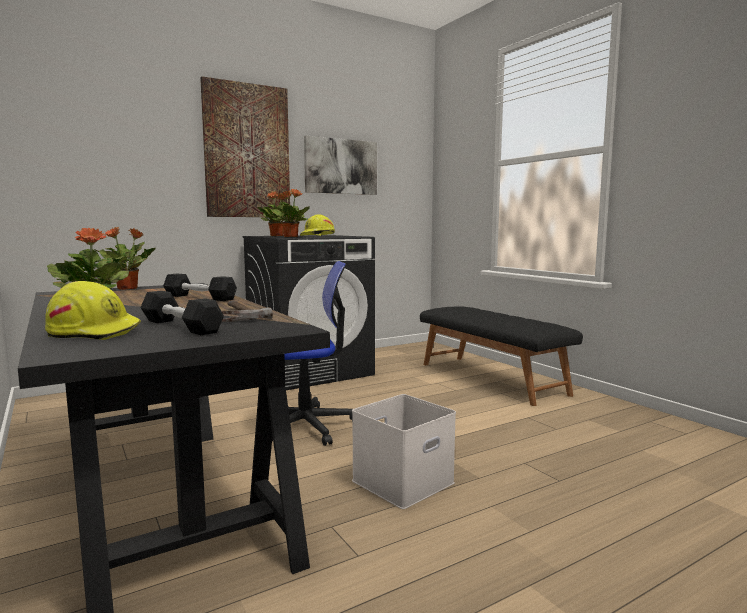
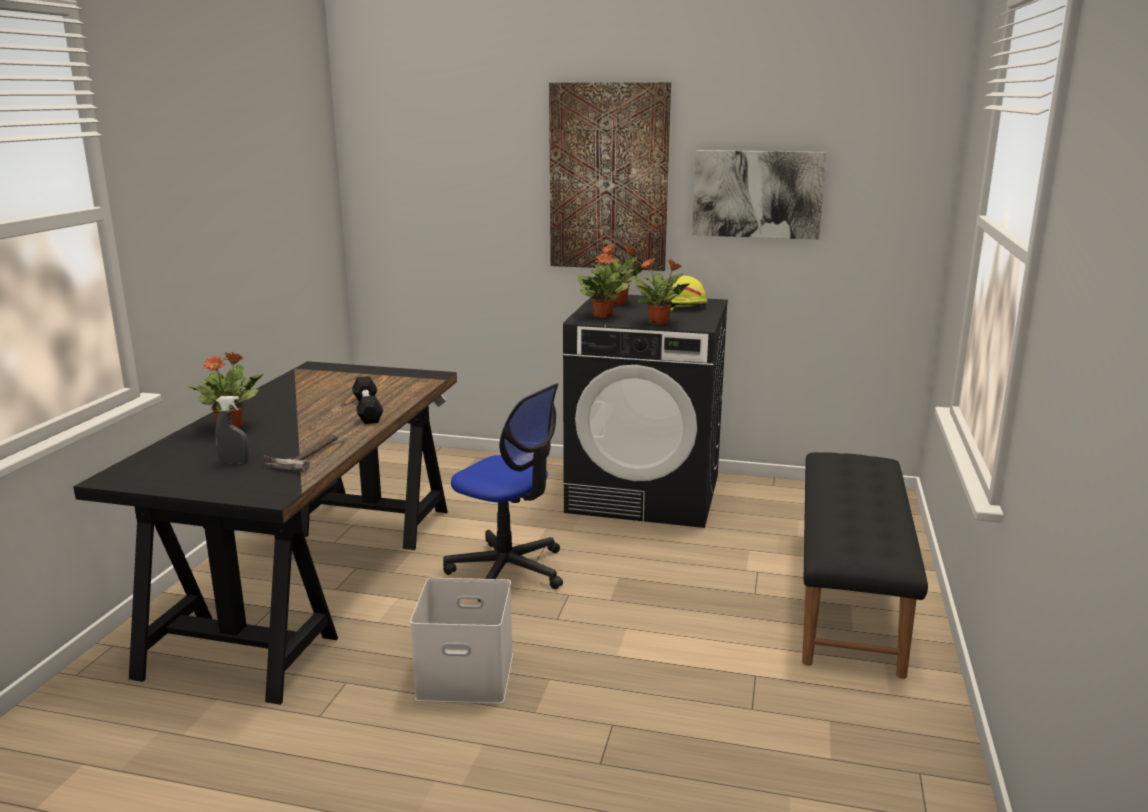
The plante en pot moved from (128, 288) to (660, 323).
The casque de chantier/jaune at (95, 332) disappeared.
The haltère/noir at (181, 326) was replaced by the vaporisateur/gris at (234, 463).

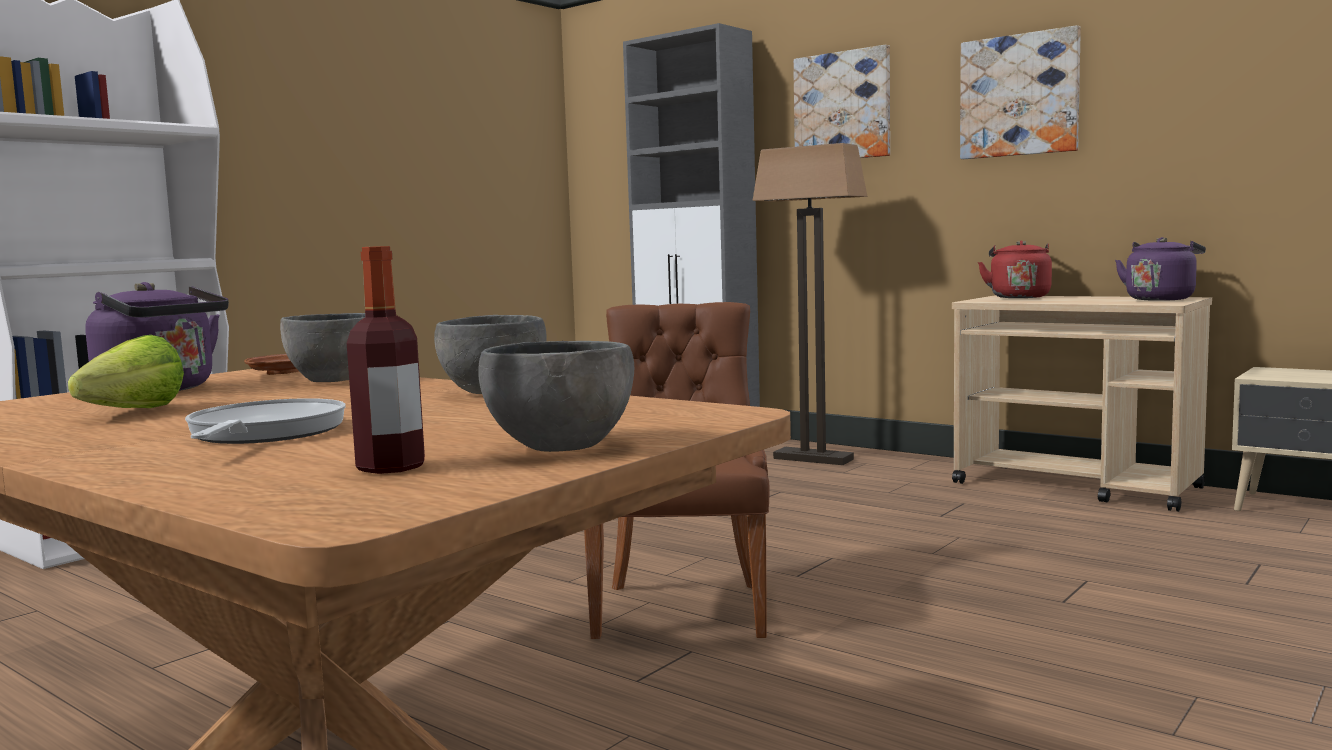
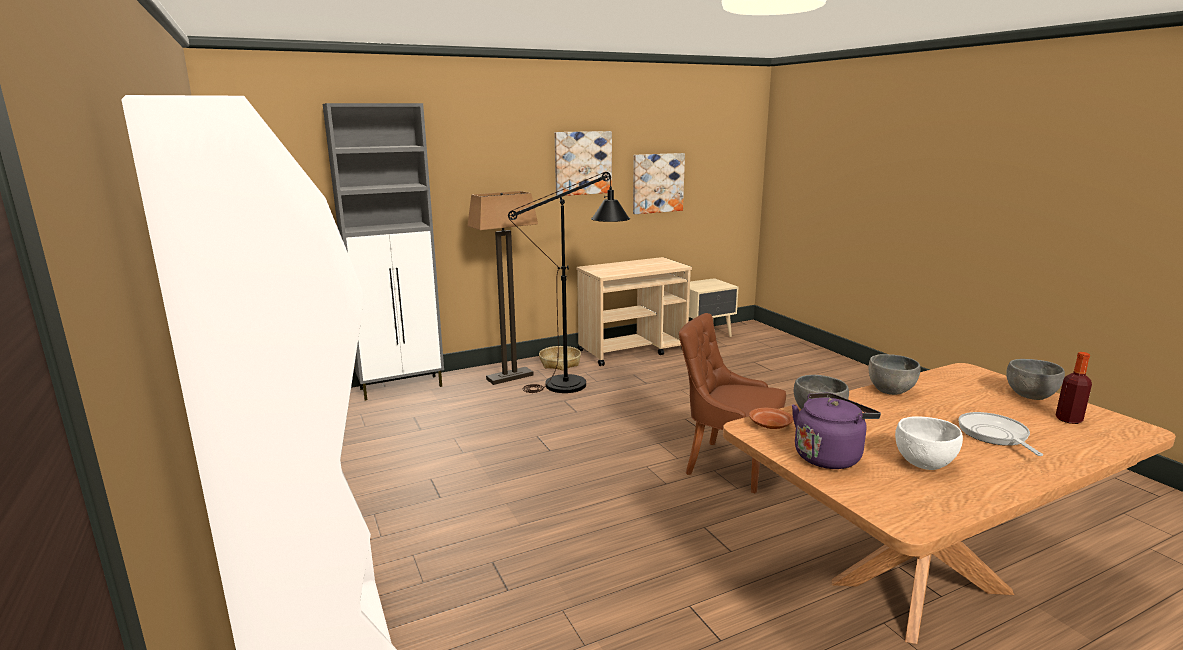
The tableau moved from (842, 106) to (657, 183).
The bouilloire/violet at (1160, 299) disappeared.
The bouilloire/rouge at (1018, 297) disappeared.
The laitue at (123, 414) was replaced by the bol/blanc at (923, 463).
The poêle at (263, 433) turned 60 degrees clockwise.
The lampadaire/noir at (577, 383) appeared.
The panier at (560, 363) appeared.

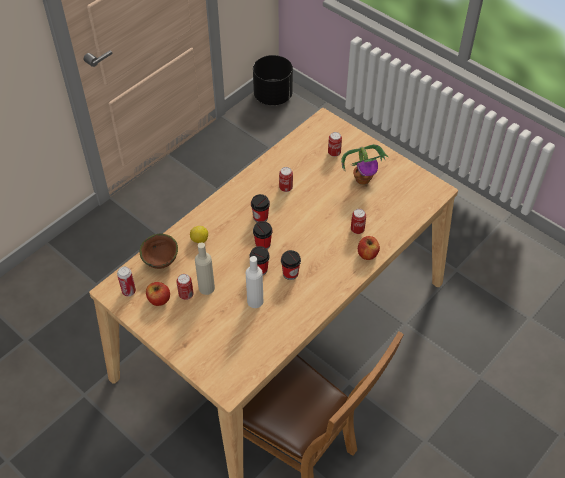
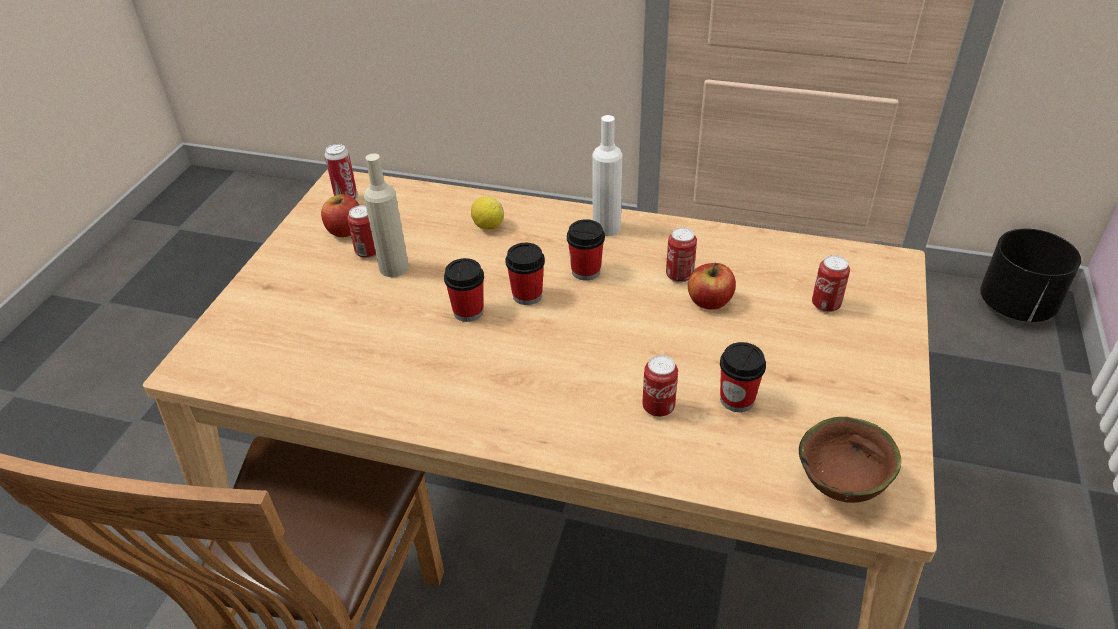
The plante en pot at (363, 179) disappeared.
The bol/marron moved from (162, 261) to (842, 487).
The pomme moved from (367, 254) to (710, 301).
The tasse moved from (290, 273) to (737, 399).
The bouteille/blanc moved from (255, 301) to (606, 227).

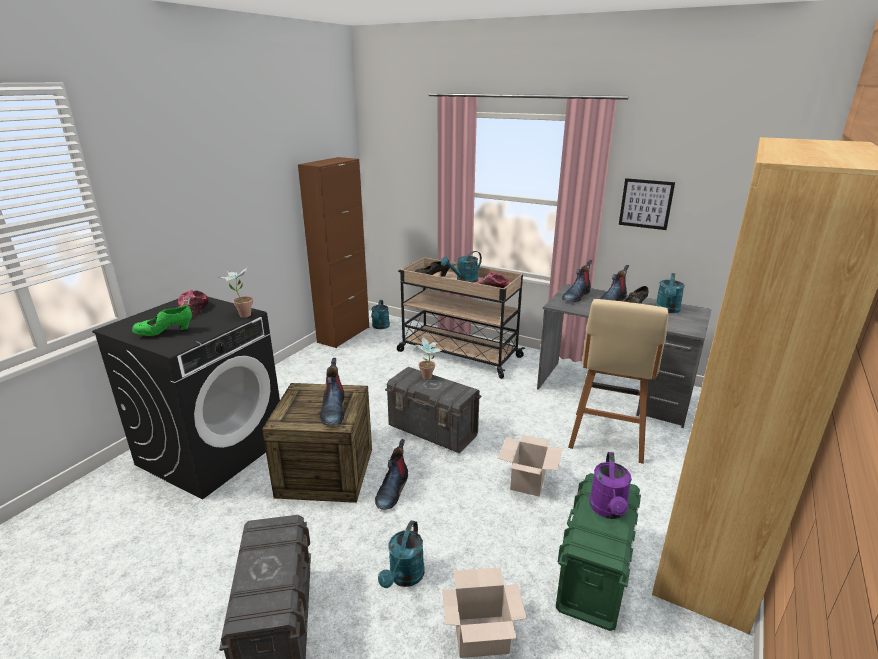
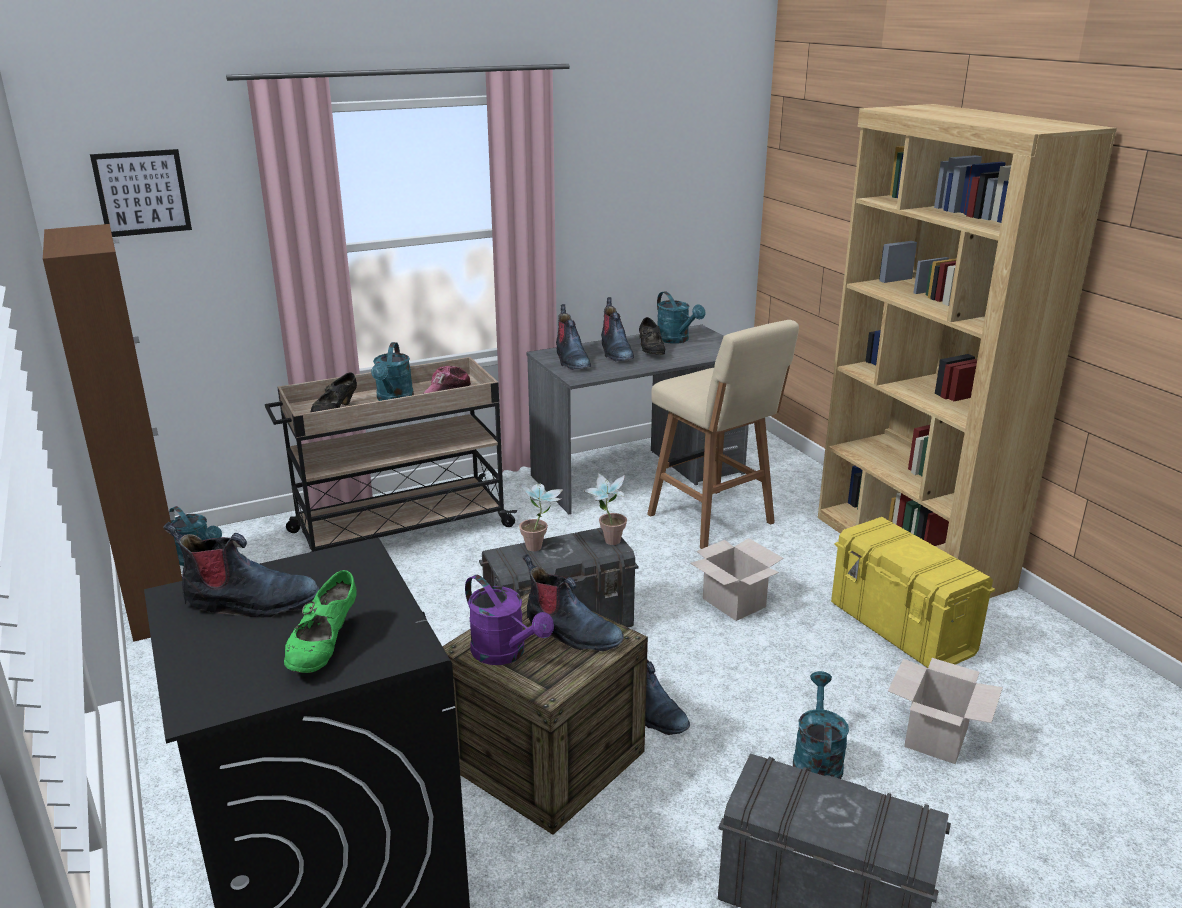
The tableau moved from (646, 204) to (142, 193).
The plante en pot moved from (242, 314) to (607, 542).
The casquette at (192, 310) was replaced by the botte at (249, 603).
The arrosoir/violet moved from (608, 511) to (505, 653).
The boîte de rangement/vert at (594, 573) became the boîte de rangement/jaune at (901, 629).
The arrosoir/turquoise at (404, 577) turned 135 degrees counterclockwise.

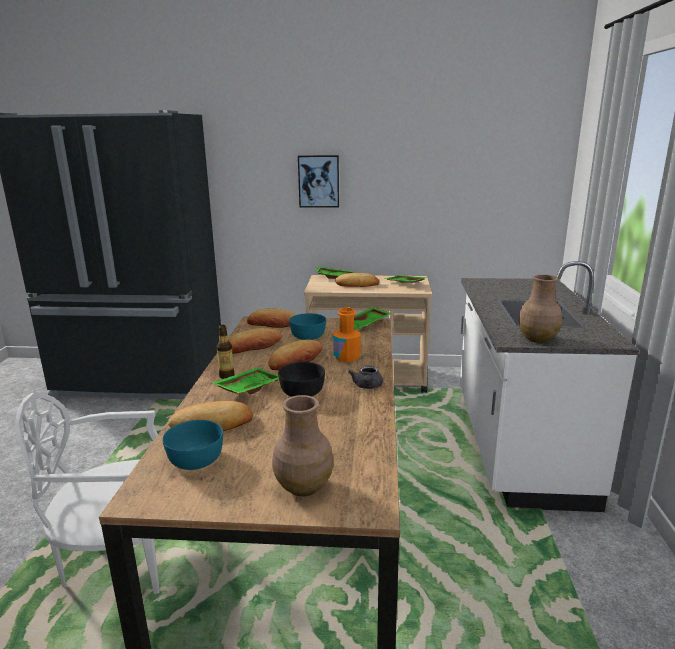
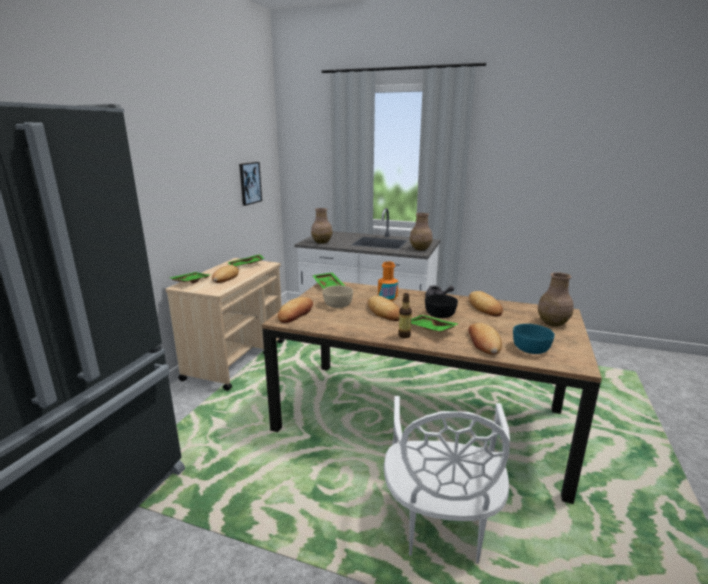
The tableau moved from (319, 181) to (249, 183).
The bol/turquoise at (307, 336) became the bol/beige at (337, 304).
The pain moved from (253, 346) to (484, 307).
The vase/marron at (321, 242) appeared.

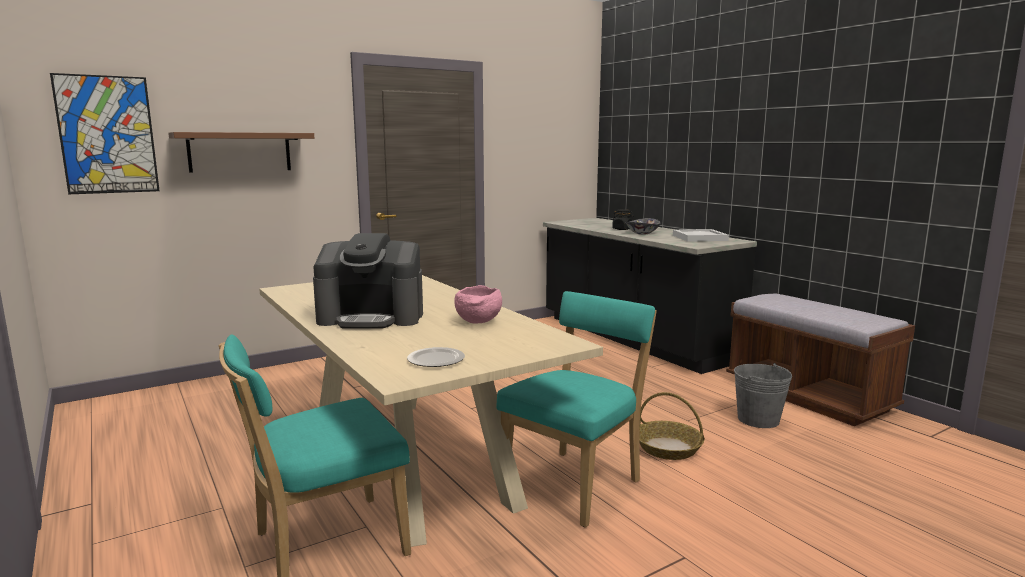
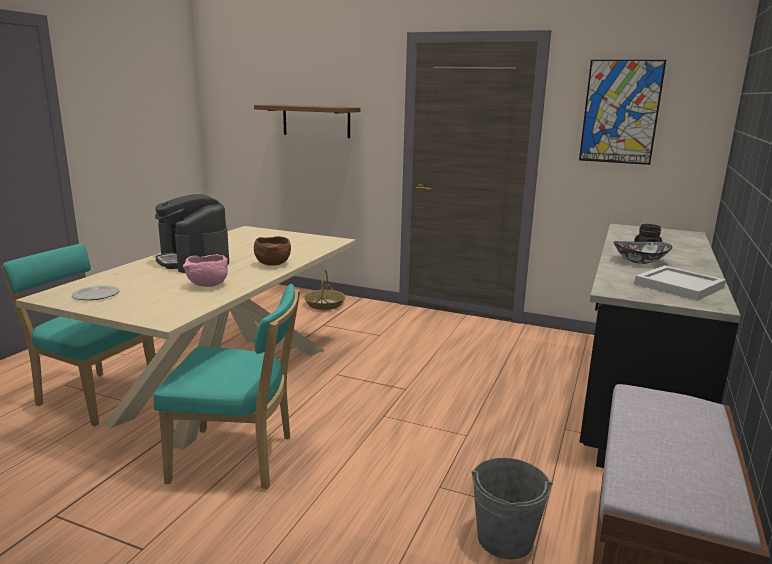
The tableau moved from (107, 135) to (620, 112).
The panier moved from (668, 448) to (324, 304).
The bol/marron at (272, 264) appeared.

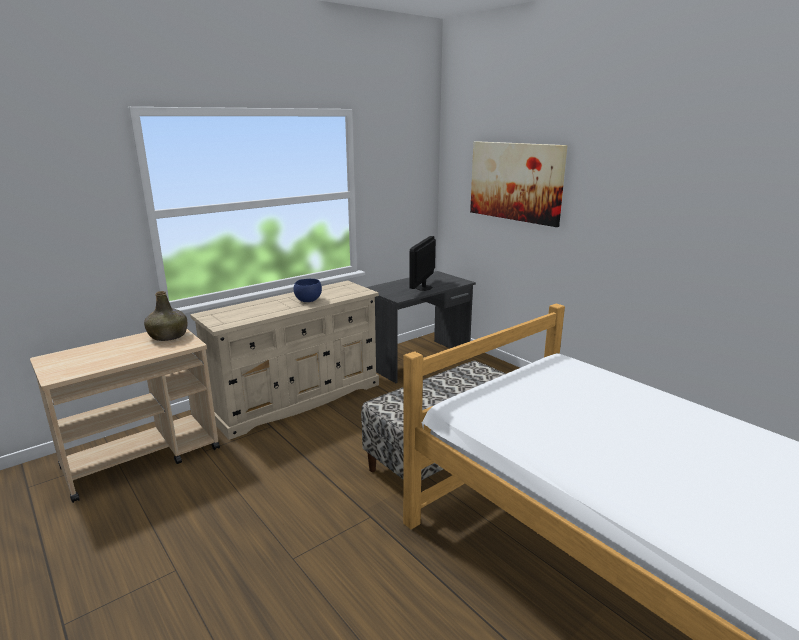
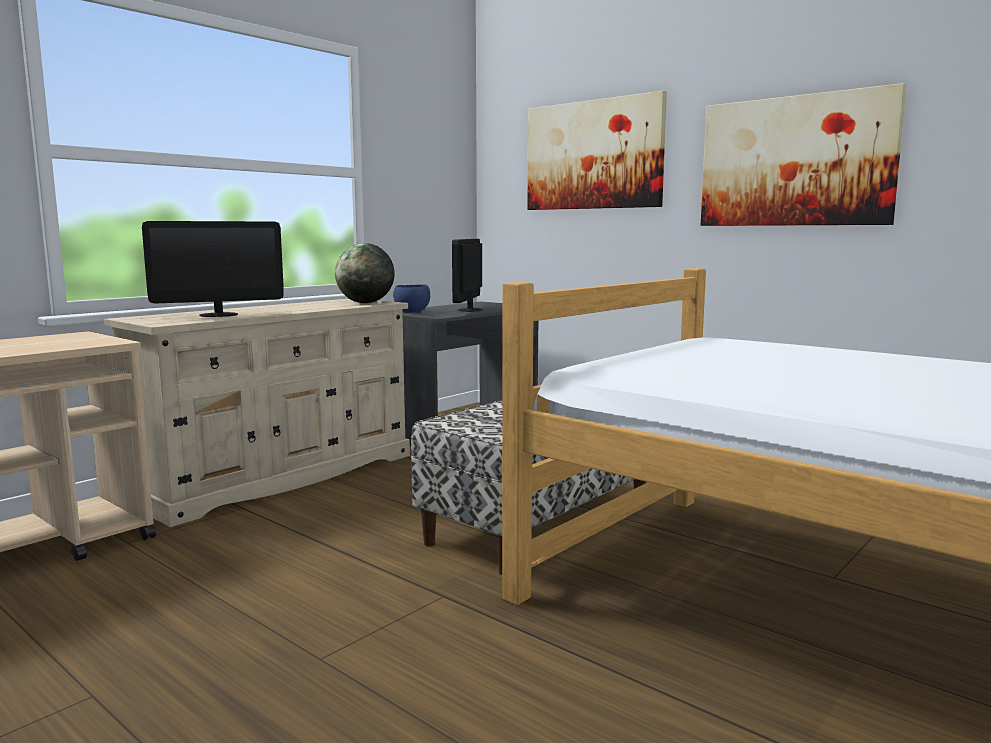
The bol/bleu moved from (308, 300) to (412, 312).
The bouteille/vert at (168, 336) disappeared.
The tableau at (795, 161) appeared.
The écran d'ordinateur at (218, 315) appeared.
The globe at (365, 303) appeared.

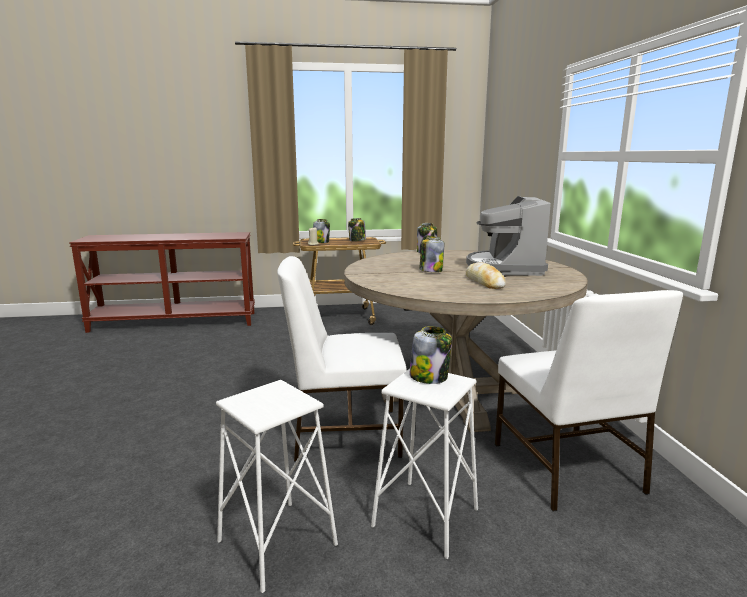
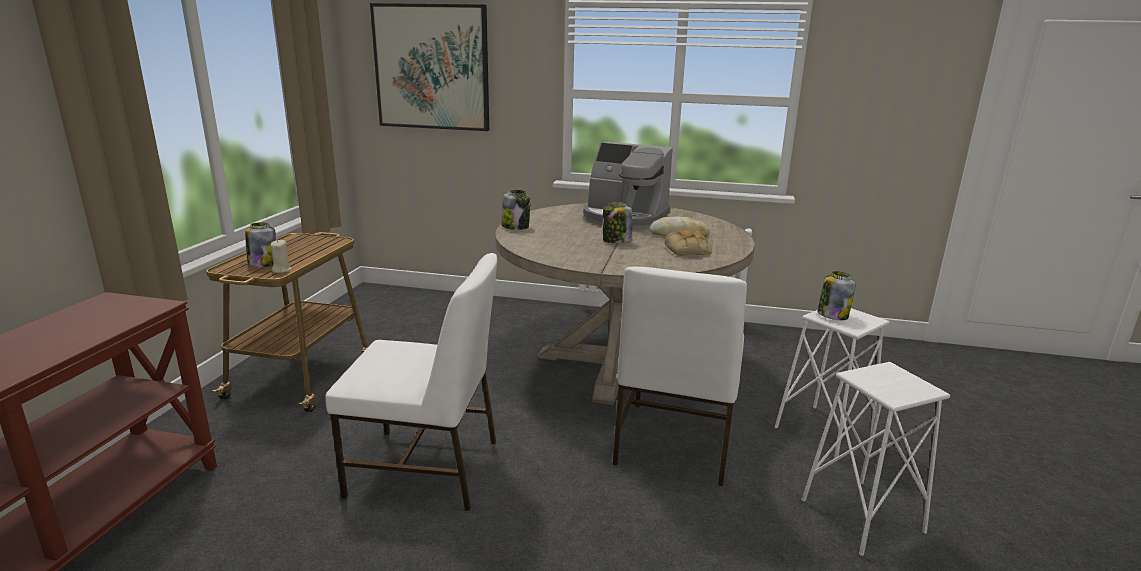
The bocal at (357, 240) disappeared.
The chaise/blanc moved from (566, 469) to (426, 469).
The tableau at (432, 67) appeared.
The pain at (688, 250) appeared.

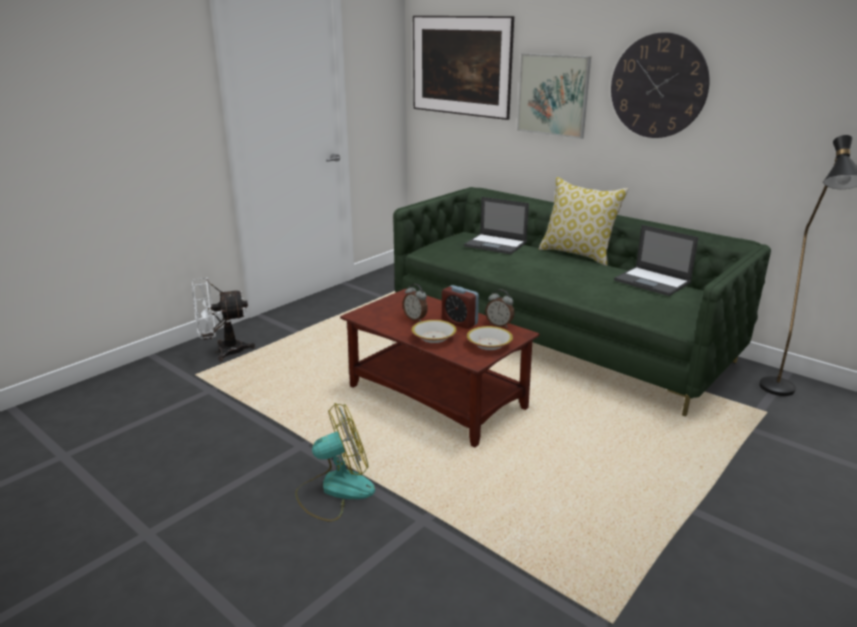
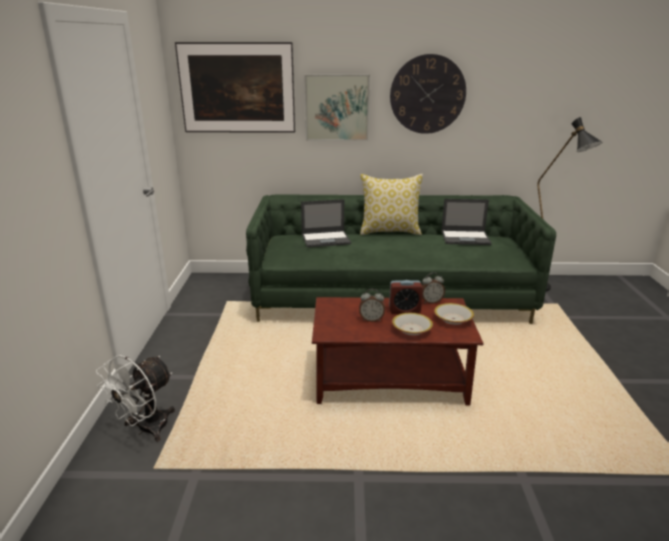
The ventilateur at (335, 490) disappeared.

